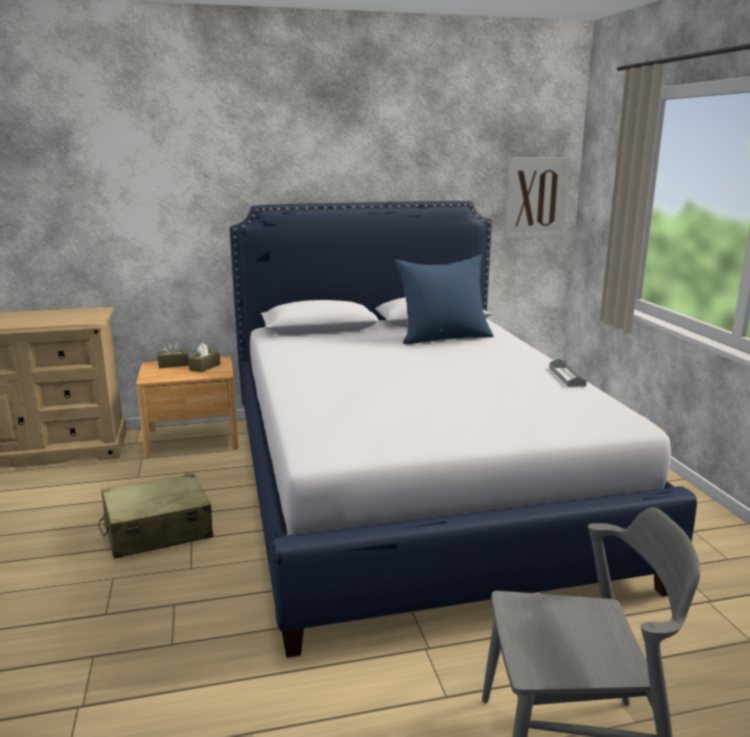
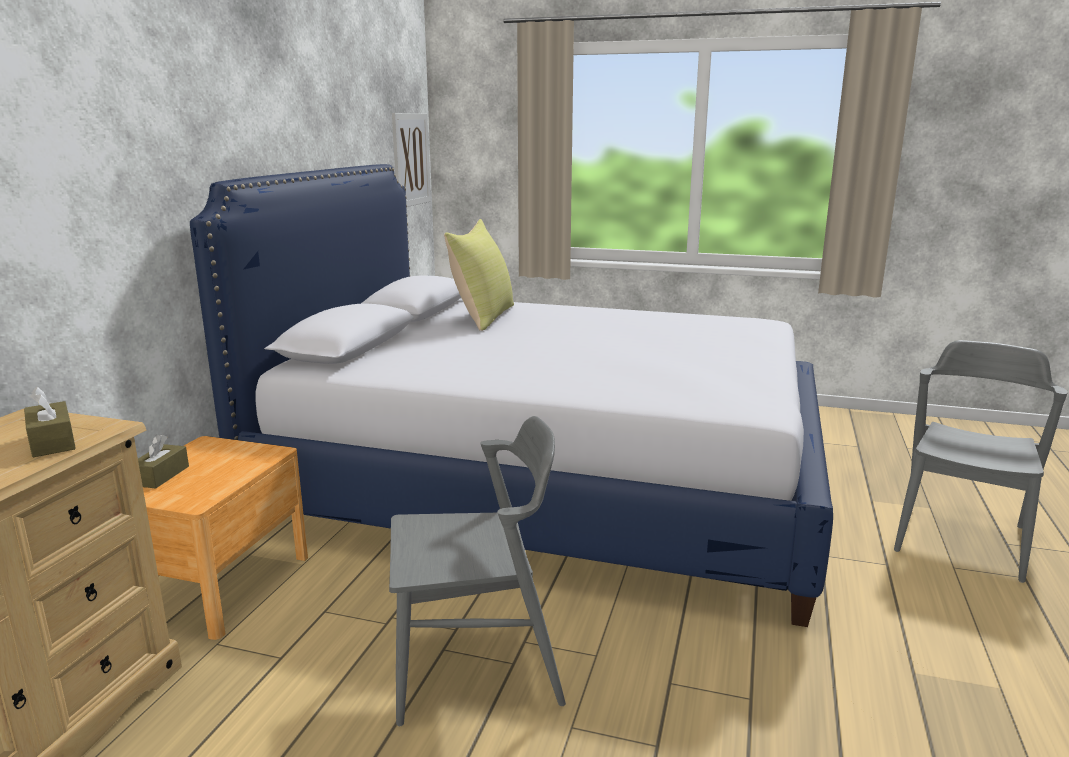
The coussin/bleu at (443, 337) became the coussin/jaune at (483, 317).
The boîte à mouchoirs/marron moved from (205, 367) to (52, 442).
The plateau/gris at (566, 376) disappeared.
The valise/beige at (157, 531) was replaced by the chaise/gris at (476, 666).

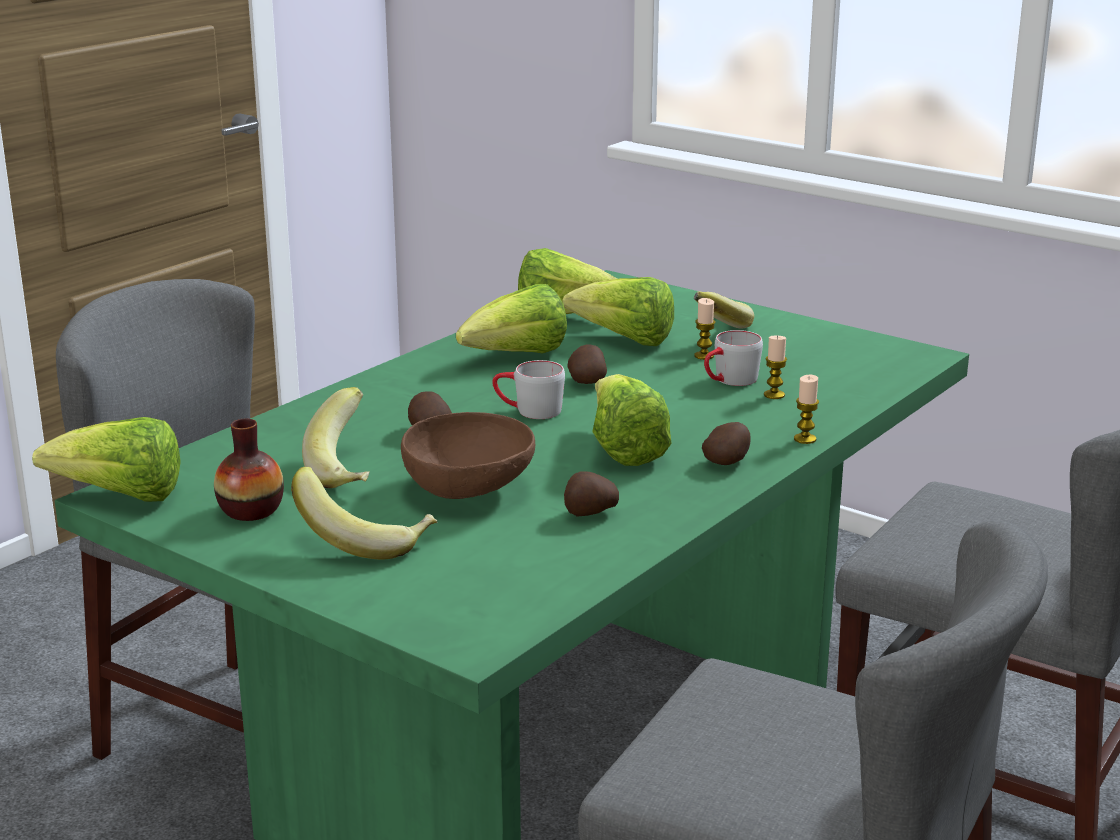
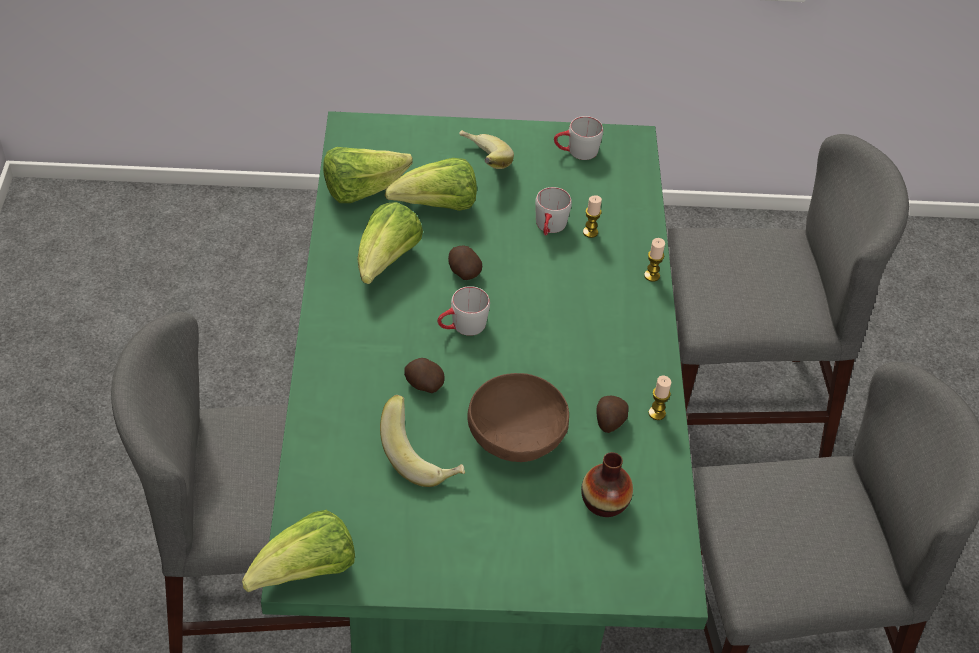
The bougie moved from (704, 356) to (657, 413).
The laitue at (624, 450) disappeared.
The vase moved from (251, 510) to (604, 501).
The pomme de terre at (728, 462) disappeared.
The banane at (366, 541) disappeared.
The mug/gris at (576, 151) appeared.

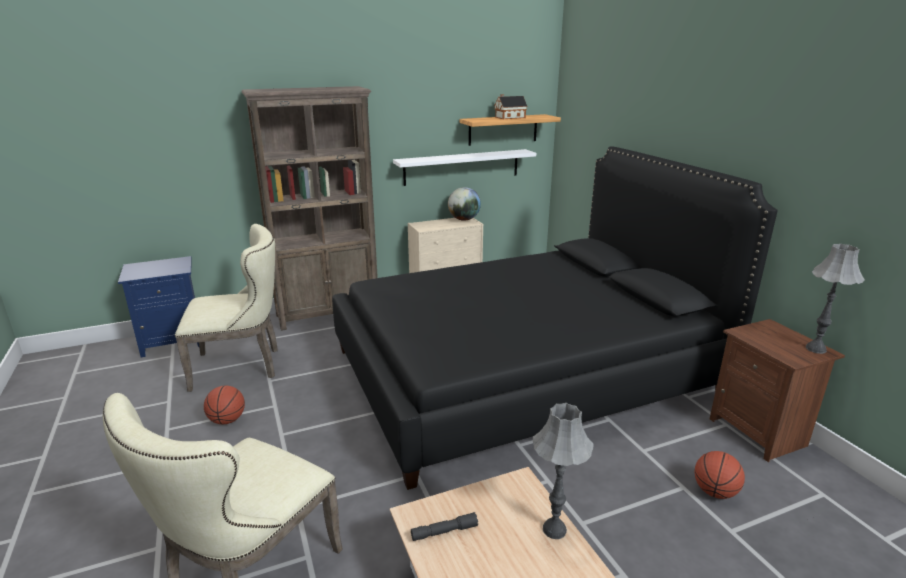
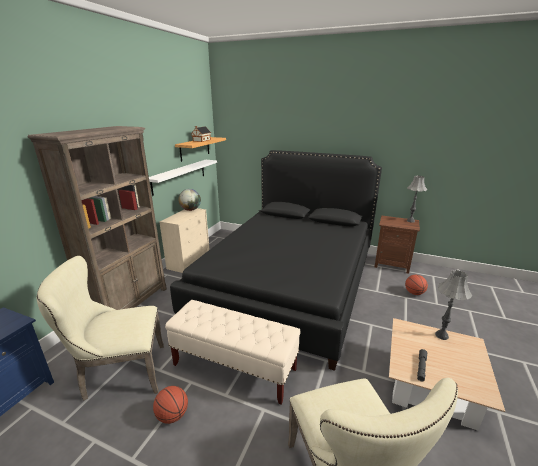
The chaise/beige at (242, 366) turned 135 degrees counterclockwise.
The banc/beige at (234, 367) appeared.

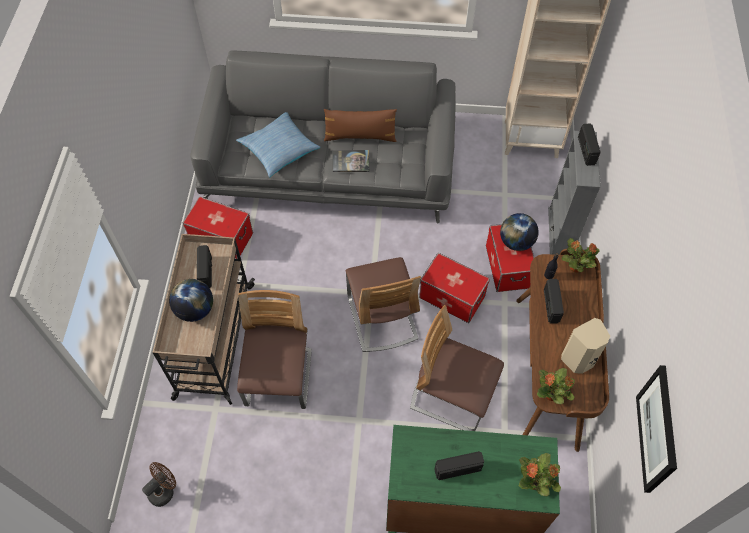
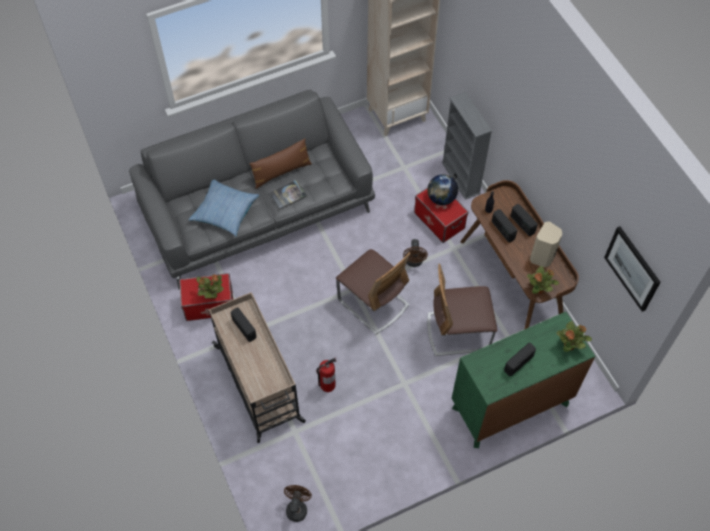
The radio moved from (586, 150) to (522, 224).
The plante en pot moved from (574, 267) to (212, 295).
The boîte de rangement at (452, 297) was replaced by the ventilateur/marron at (414, 262).
The globe at (195, 310) disappeared.
The chaise at (279, 378) was replaced by the extincteur at (327, 385).

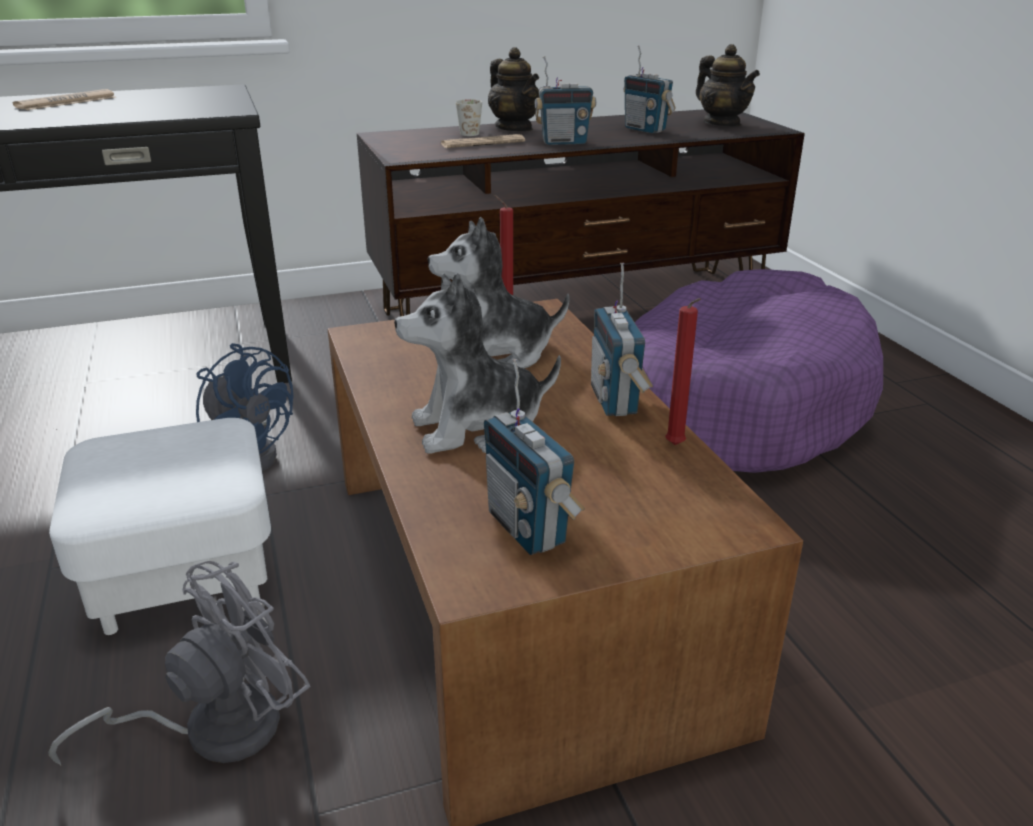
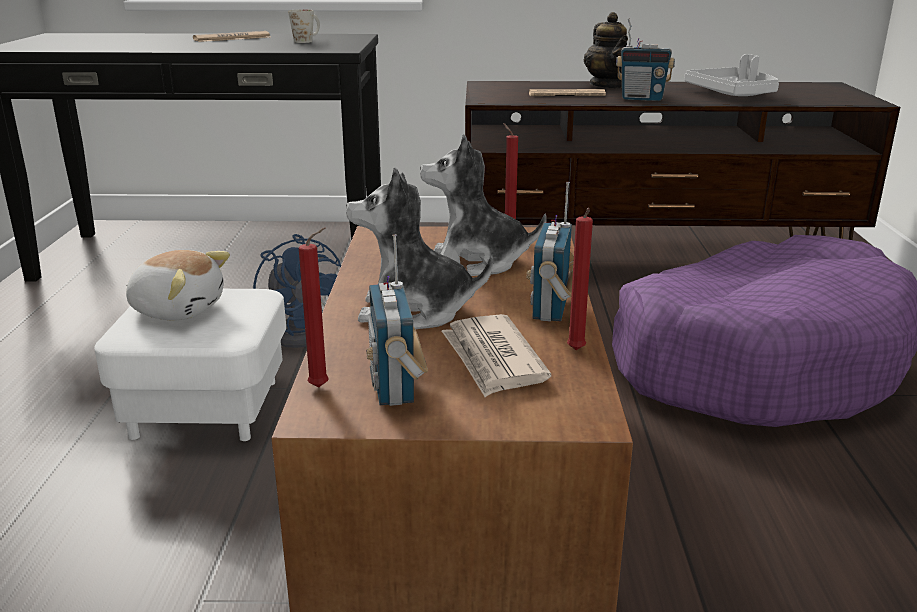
The théière at (722, 124) disappeared.
The radio at (645, 129) was replaced by the plateau/gris at (732, 94).
The mug/blanc moved from (471, 133) to (307, 41).
The ventilateur/gris at (213, 728) disappeared.
The bougie/rouge at (322, 387) appeared.
The peluche at (178, 309) appeared.
The journal at (492, 359) appeared.

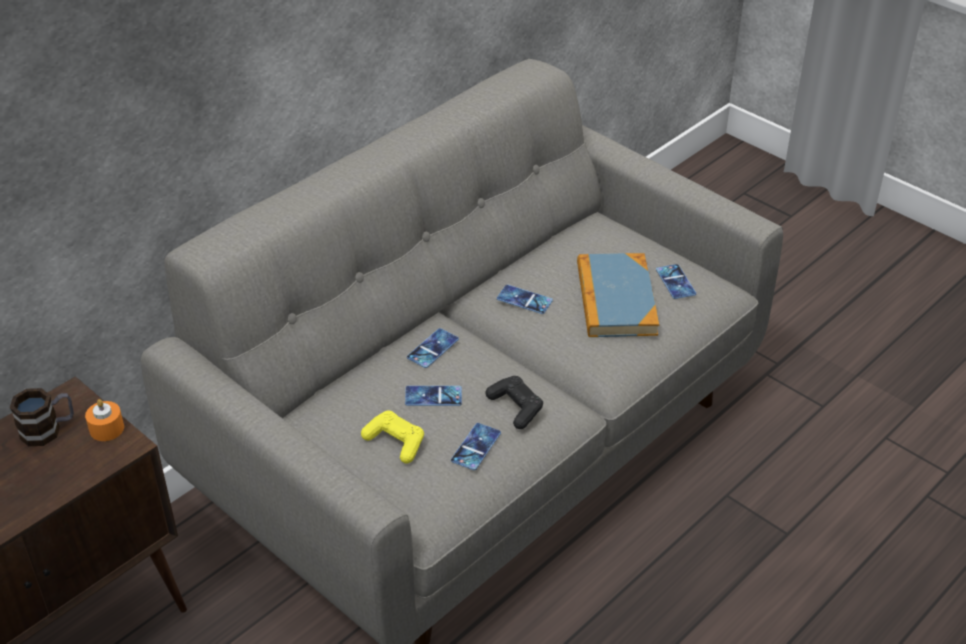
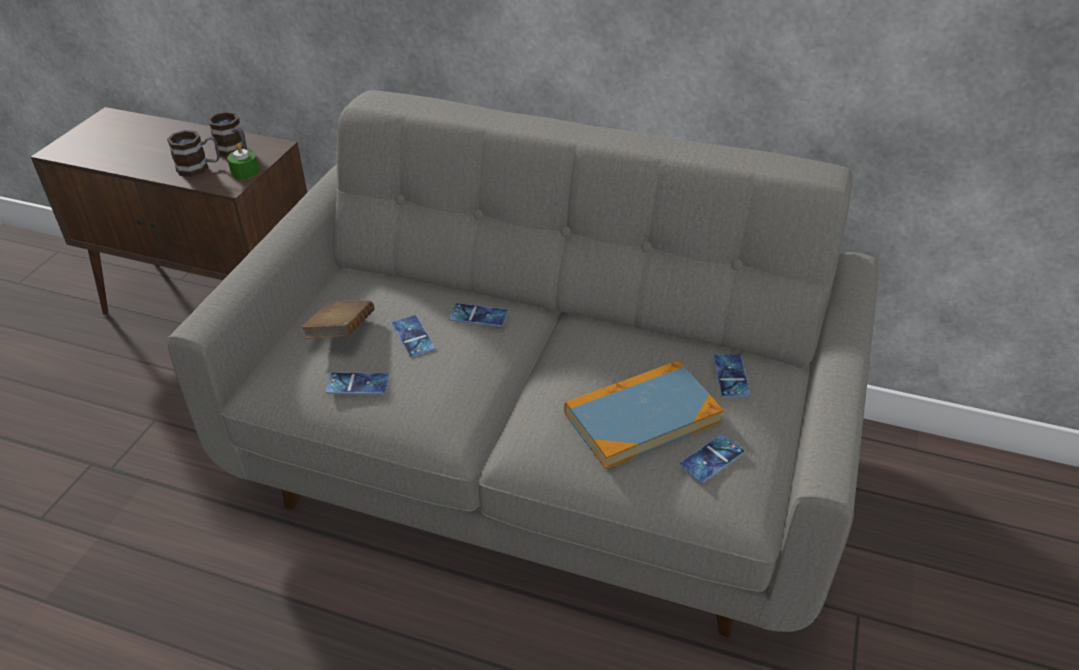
The téléphone moved from (524, 300) to (731, 376).
The manette/noir at (516, 407) disappeared.
The bougie/orange at (106, 429) became the bougie/vert at (245, 172).
The manette/jaune at (395, 442) was replaced by the livre/marron at (341, 333).
The mug at (199, 168) appeared.

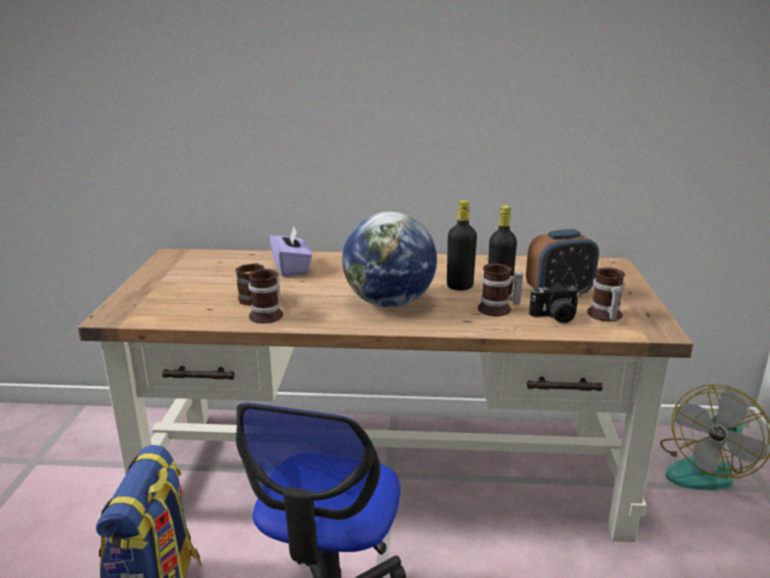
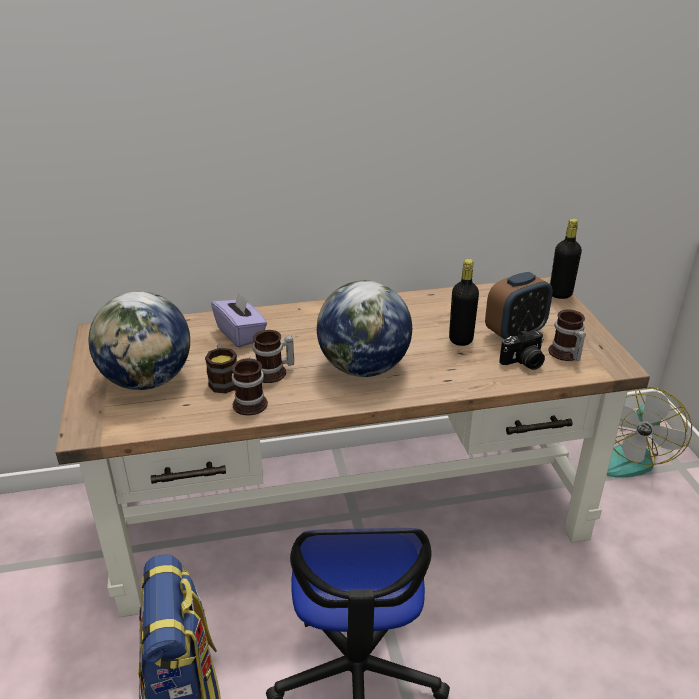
The bouteille/noir moved from (459, 286) to (560, 294).
The mug moved from (498, 309) to (273, 373).
The globe at (148, 381) appeared.

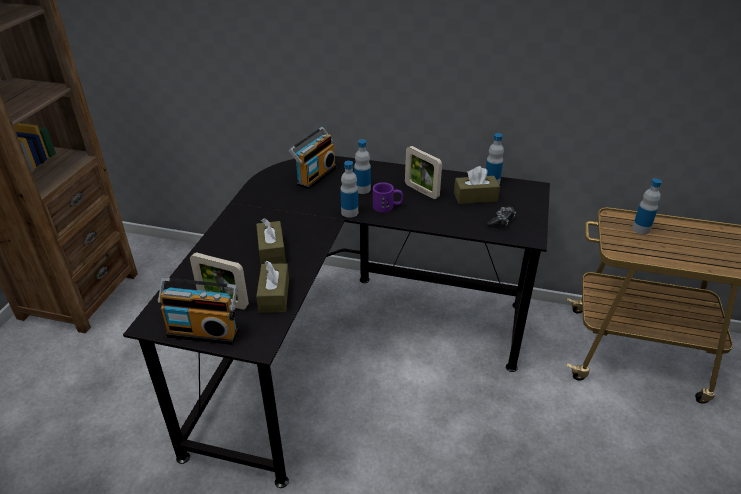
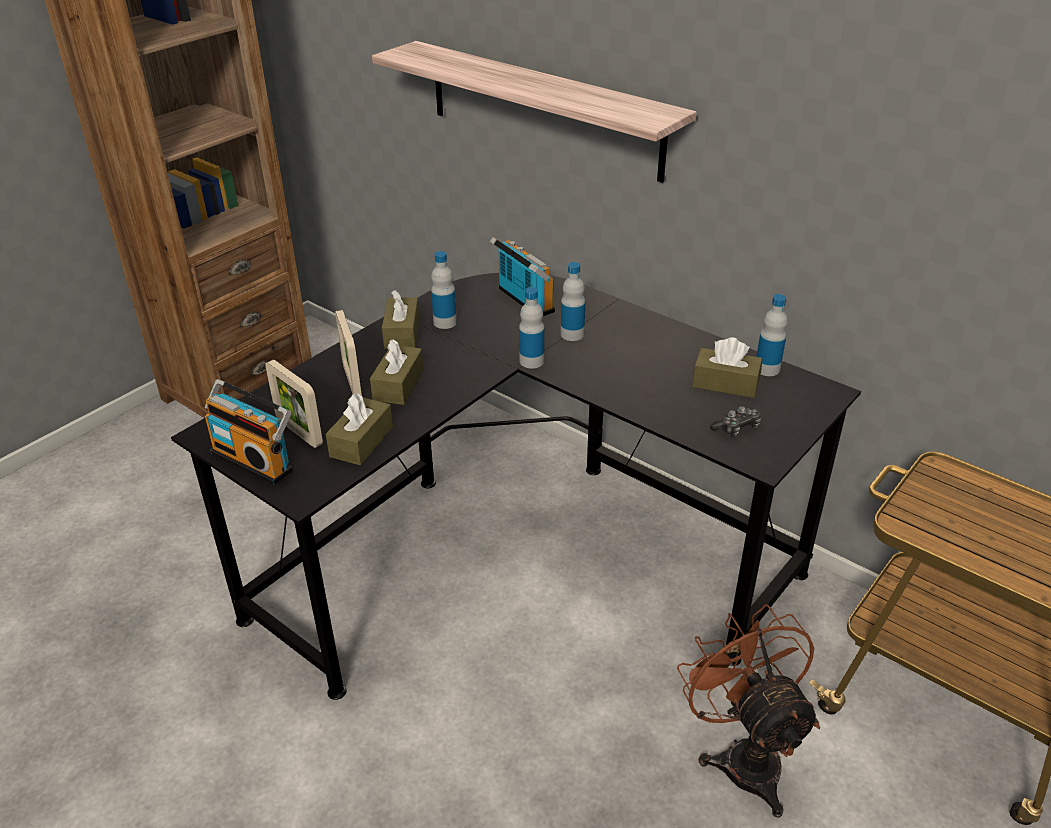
The radio at (315, 176) turned 90 degrees counterclockwise.
The cadre photo moved from (421, 191) to (352, 382).
The bouteille moved from (641, 229) to (445, 322).
The mug/violet at (387, 206) disappeared.
The étagère at (543, 109) appeared.
The boîte à mouchoirs/marron at (402, 333) appeared.
The ventilateur/marron at (743, 755) appeared.

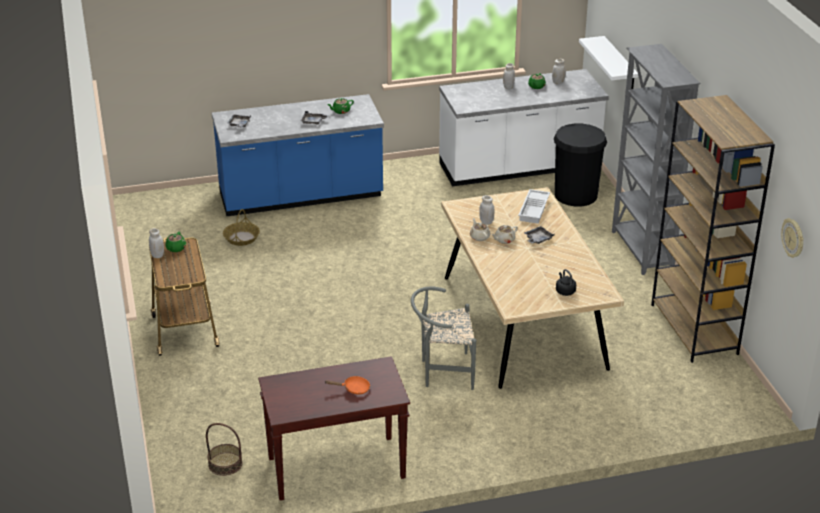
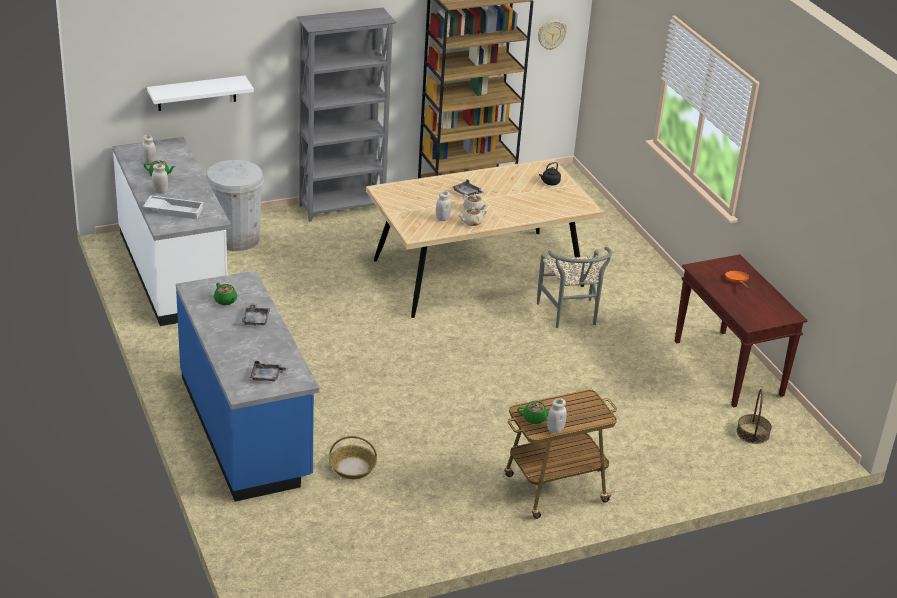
The poubelle/noir at (576, 195) became the poubelle/blanc at (236, 238).
The plateau/blanc moved from (534, 209) to (174, 210).

